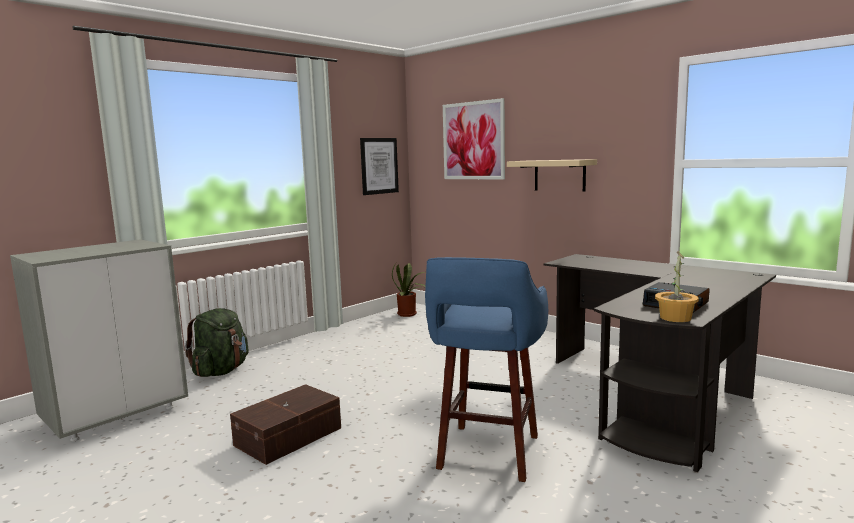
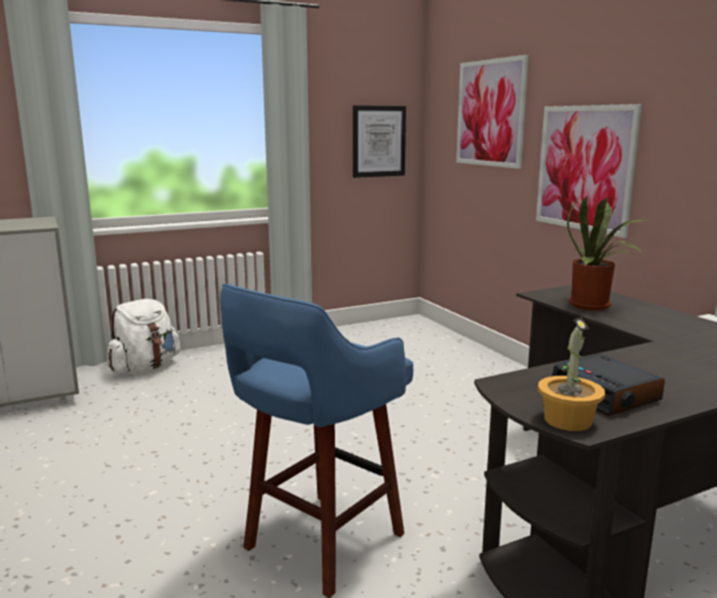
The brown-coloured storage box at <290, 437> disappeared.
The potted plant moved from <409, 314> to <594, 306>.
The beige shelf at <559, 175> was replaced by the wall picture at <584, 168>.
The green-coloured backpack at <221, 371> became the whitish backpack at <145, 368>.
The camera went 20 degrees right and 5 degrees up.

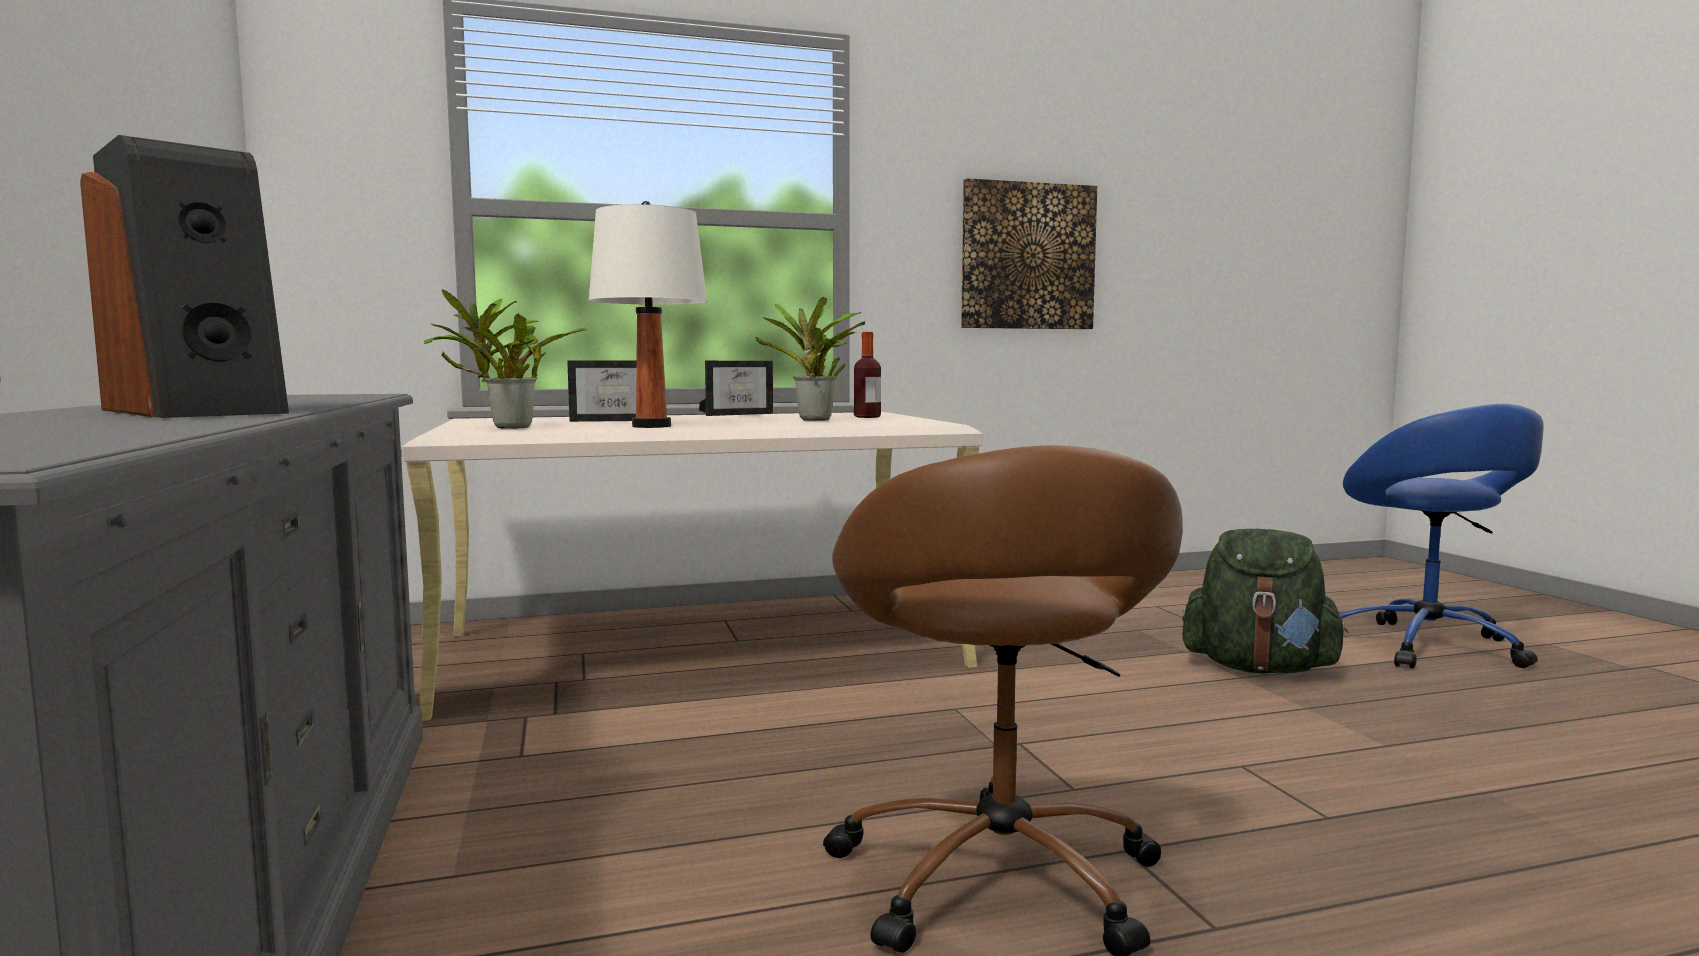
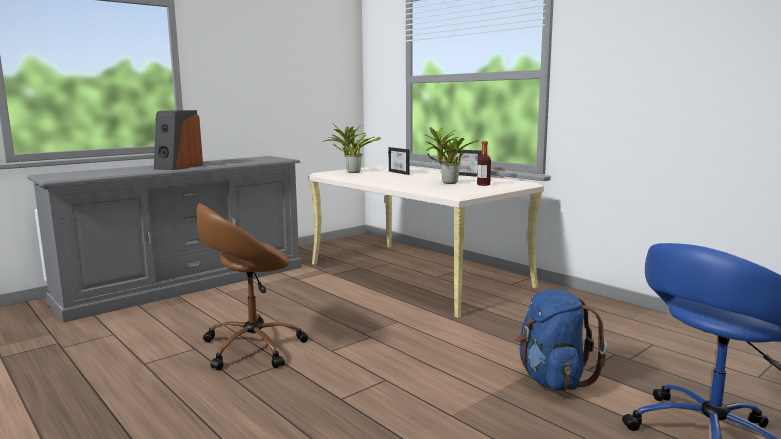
The whitish table lamp at <651, 426> disappeared.
The wall picture at <1027, 256> disappeared.
The green-coloured backpack at <1259, 668> became the blue-coloured backpack at <552, 379>.
The camera went 65 degrees right and 5 degrees up.

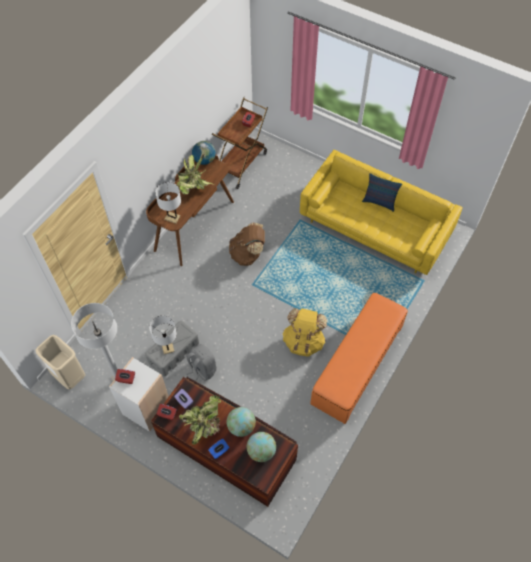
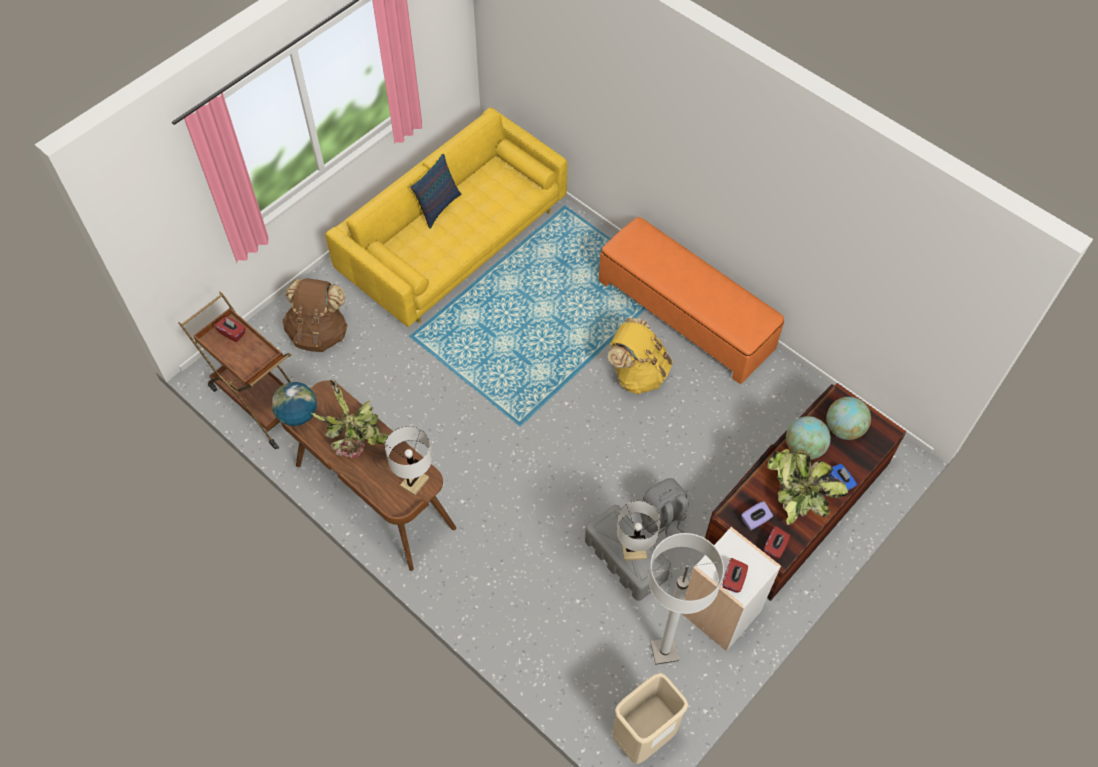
The brown-coloured backpack moved from <248, 254> to <319, 333>.
The camera went 80 degrees left and 0 degrees up.

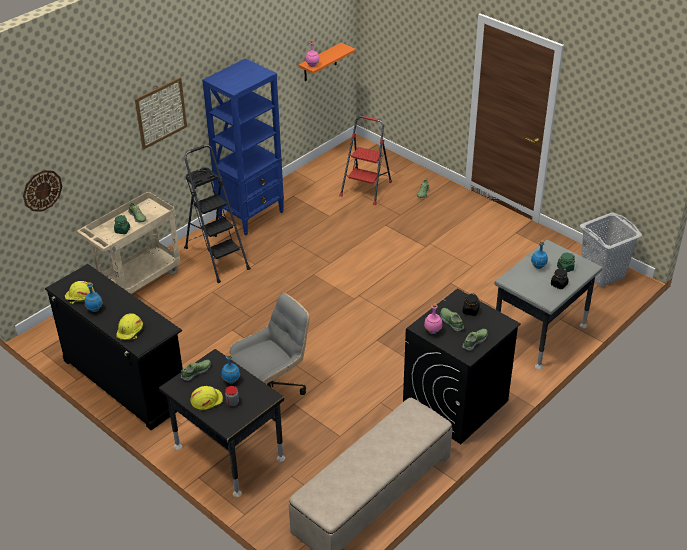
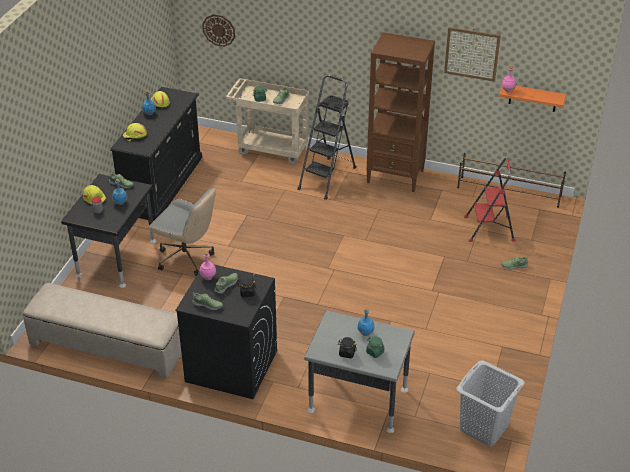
The brown-coloured shoe stand at <509, 192> appeared.
The wall picture moved from <160, 112> to <472, 53>.
The blue-coloured bookcase at <251, 215> became the brown-coloured bookcase at <396, 177>.
The camera went 65 degrees right and 0 degrees up.

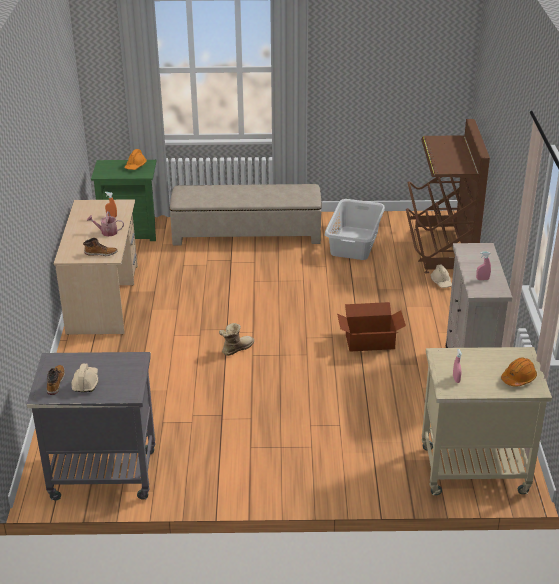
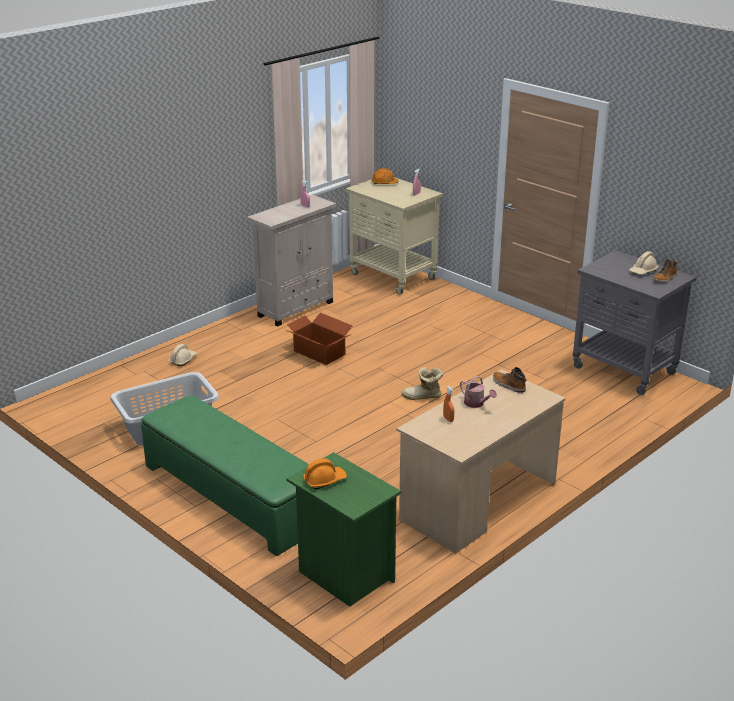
The brown-coloured shoe stand at <439, 250> disappeared.
The beige indoor bench at <247, 233> became the green-coloured indoor bench at <231, 495>.
The camera went 135 degrees left and 5 degrees down.

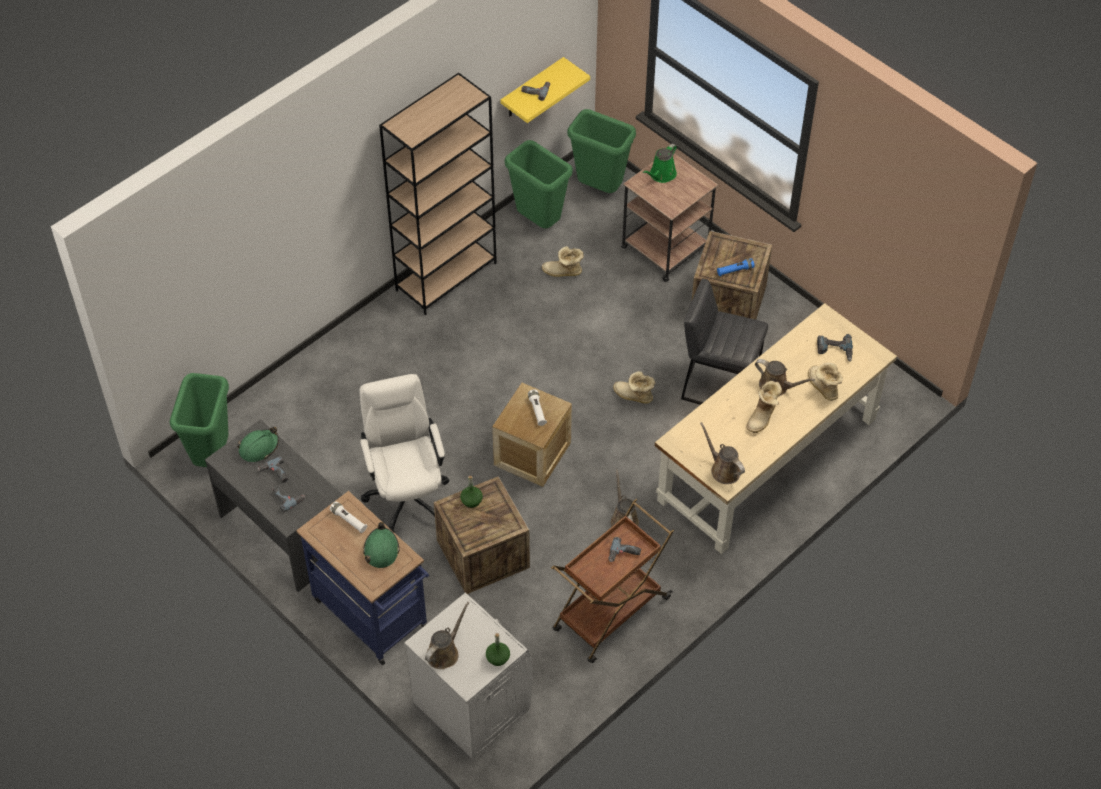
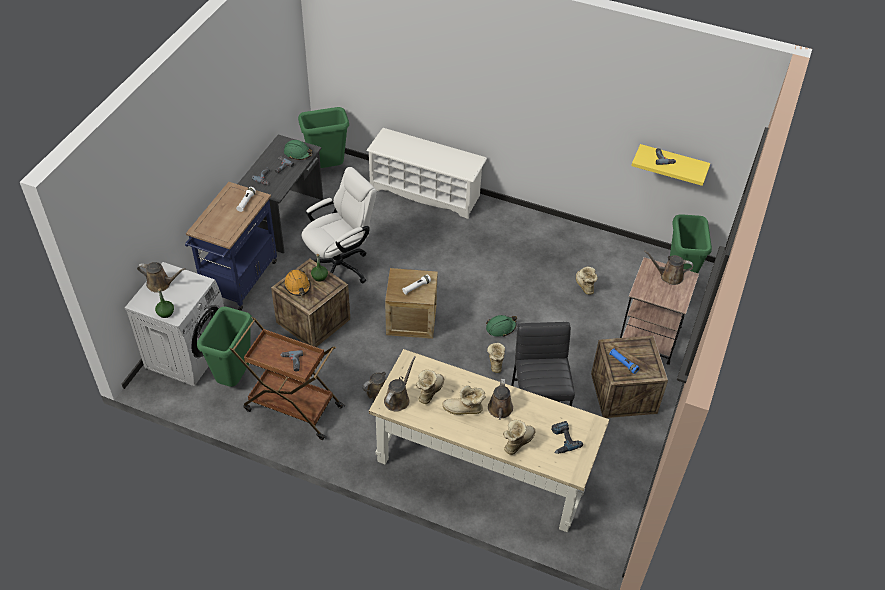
The beige bookcase at <446, 276> disappeared.
The orange-coloured work helmet at <297, 286> appeared.
The whitish shoe stand at <426, 192> appeared.
The boot at <429, 391> appeared.
The green-coloured work helmet moved from <381, 550> to <500, 328>.
The green-coloured rubbish bin moved from <537, 222> to <234, 377>.
The green-coloured watering pot at <661, 175> became the brown-coloured watering pot at <669, 276>.
The camera went 65 degrees right and 5 degrees down.

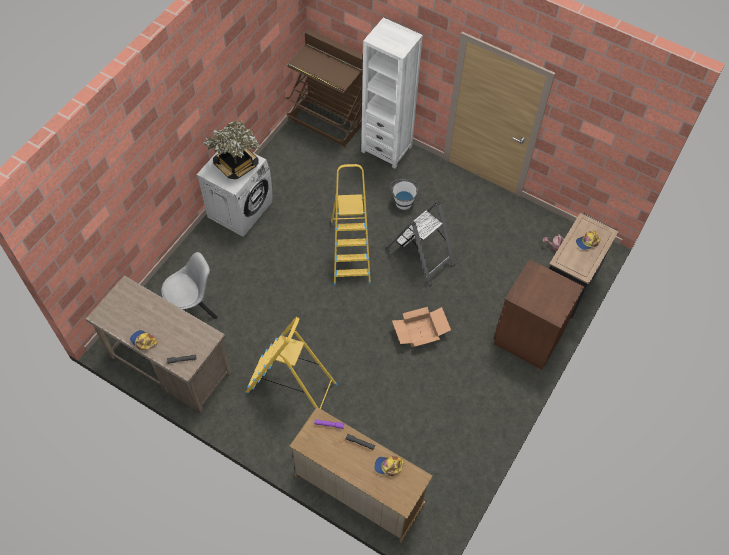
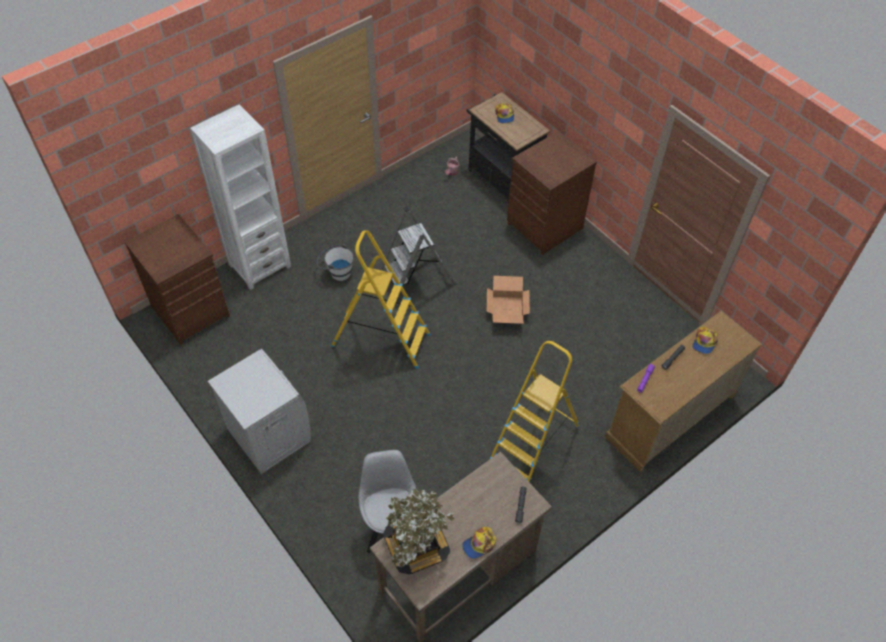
The potted plant moved from <236, 165> to <417, 546>.
The brown-coloured shoe stand at <326, 125> was replaced by the brown-coloured chest of drawers at <191, 311>.
The camera went 70 degrees left and 5 degrees down.

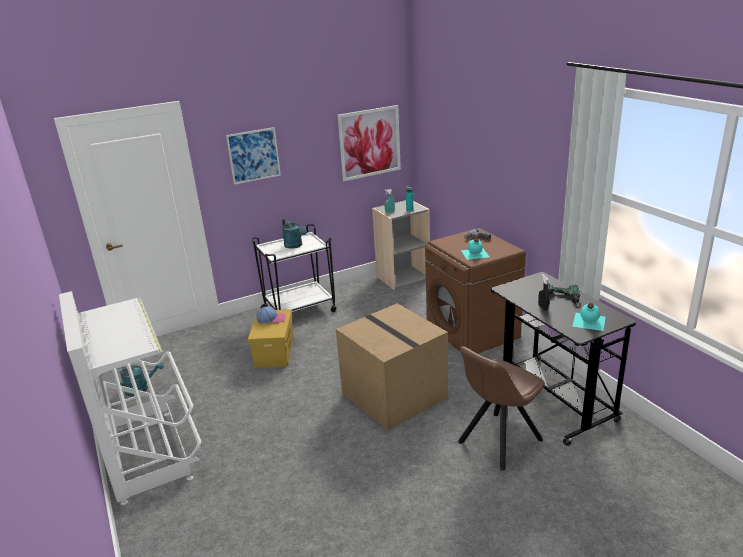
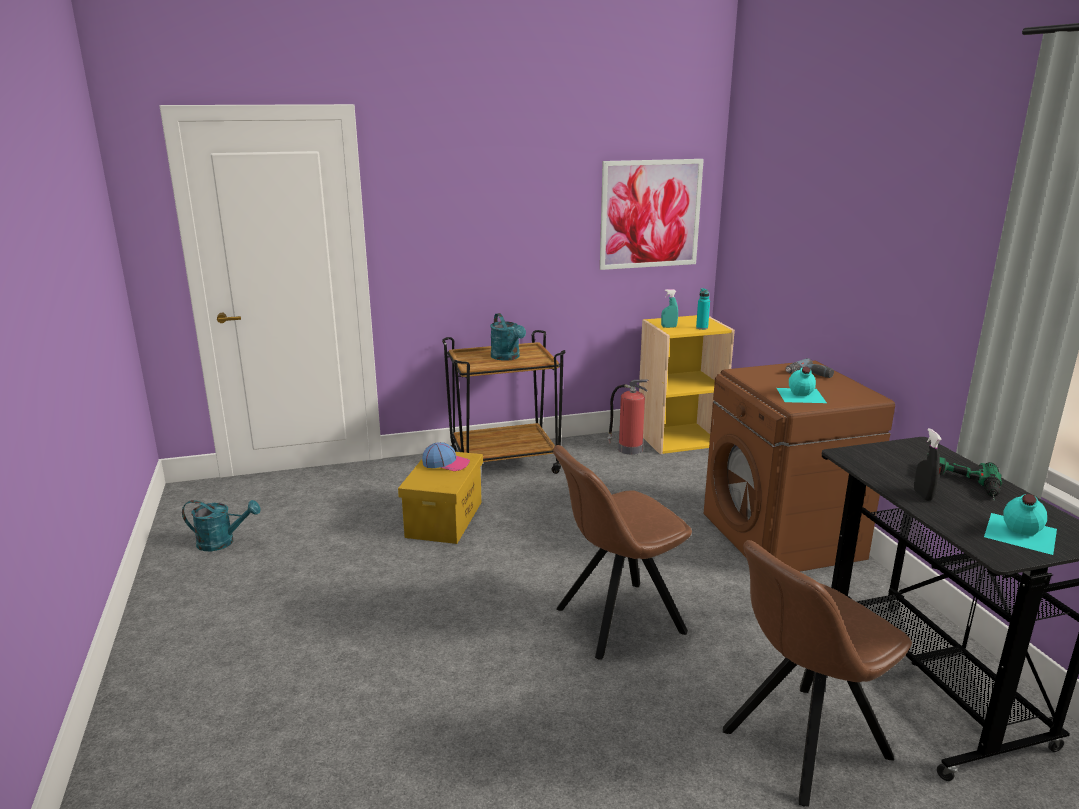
The whitish shoe stand at <152, 452> disappeared.
The wall picture at <254, 155> disappeared.
The fire extinguisher at <629, 449> appeared.
The packing box at <392, 395> was replaced by the brown-coloured upright chair at <618, 620>.
The whitish wheeled cart at <300, 310> became the brown-coloured wheeled cart at <504, 463>.
The greyish bookcase at <403, 277> became the yellowish bookcase at <680, 438>.
The camera went 10 degrees right and 5 degrees down.

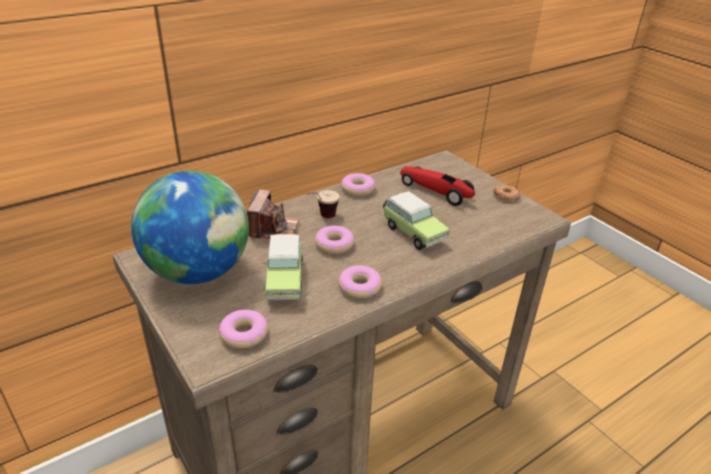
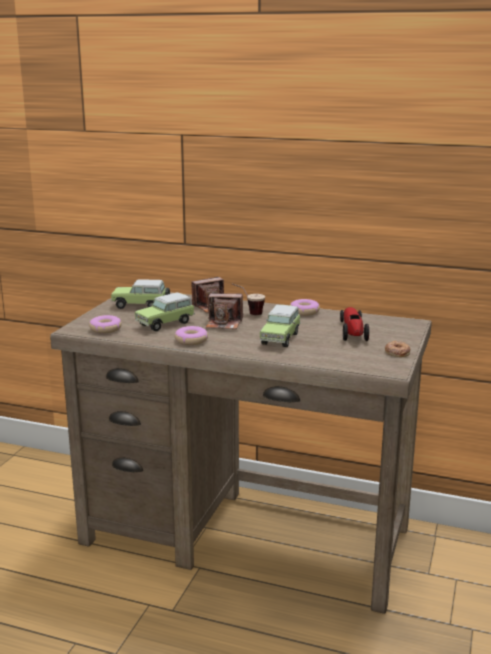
The desk globe at <198, 271> was replaced by the model car at <141, 305>.
The donut at <334, 245> was replaced by the still camera at <224, 324>.
The camera went 55 degrees right and 15 degrees down.

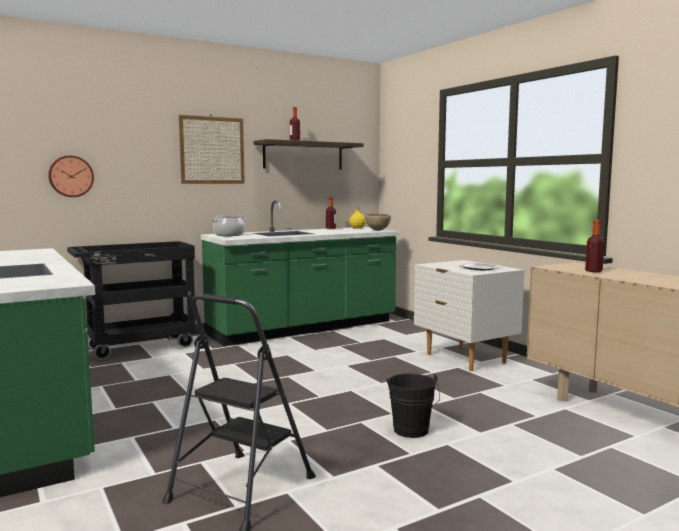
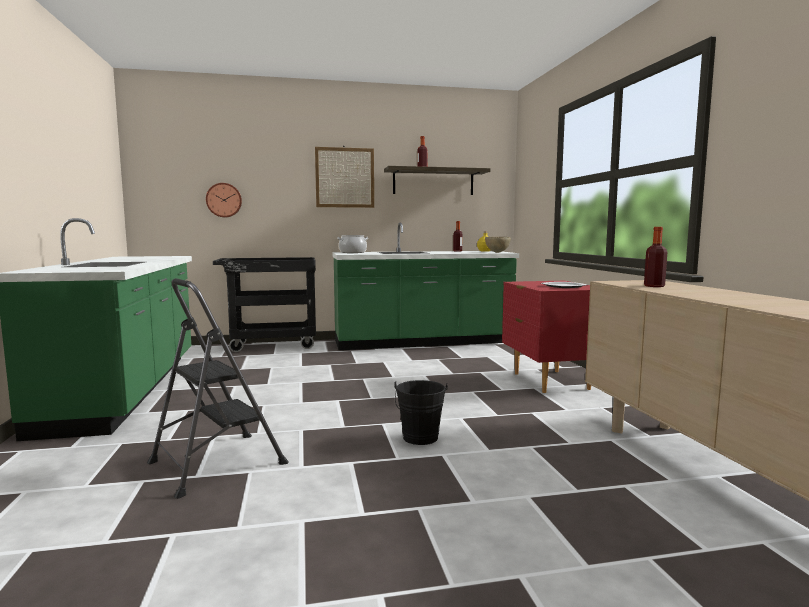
The whitish bedside table at <465, 359> became the reddish bedside table at <549, 381>.
The camera went 20 degrees right and 0 degrees up.

